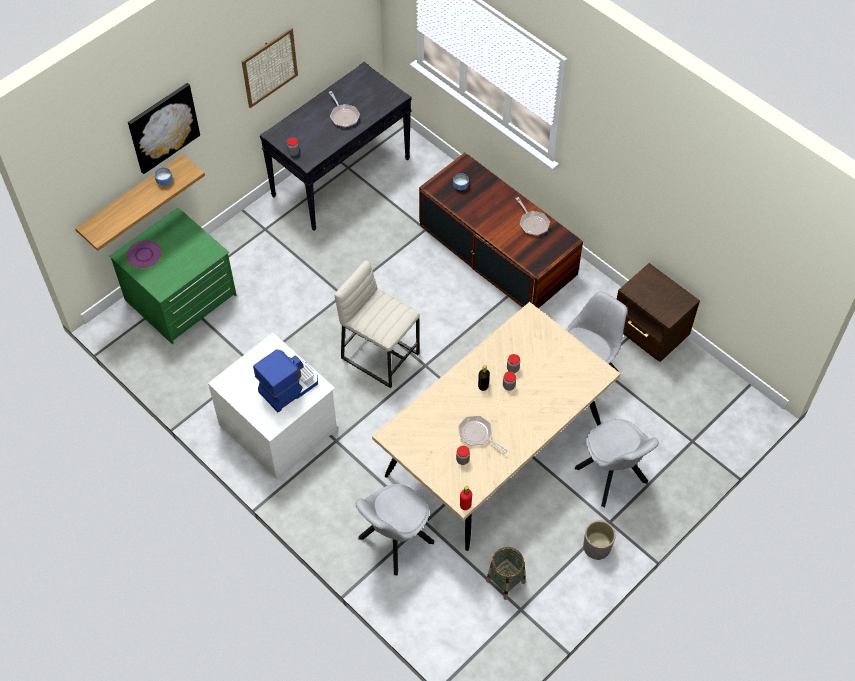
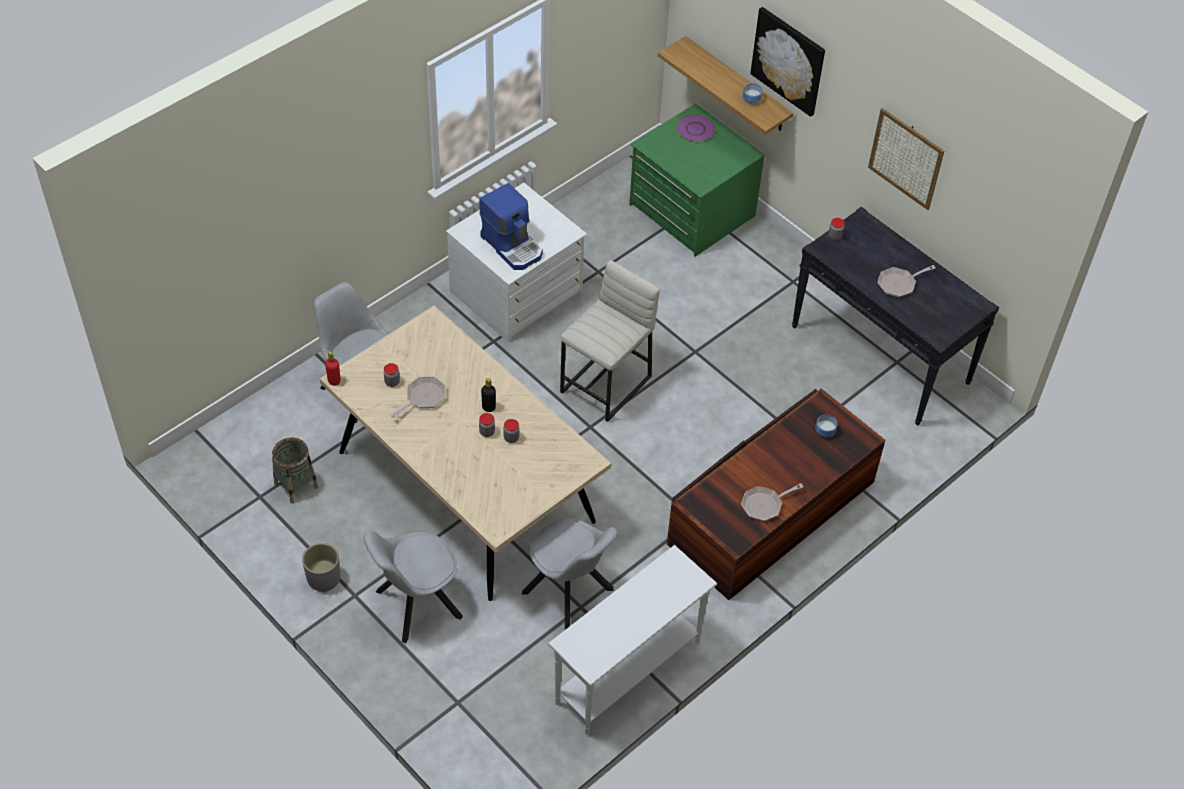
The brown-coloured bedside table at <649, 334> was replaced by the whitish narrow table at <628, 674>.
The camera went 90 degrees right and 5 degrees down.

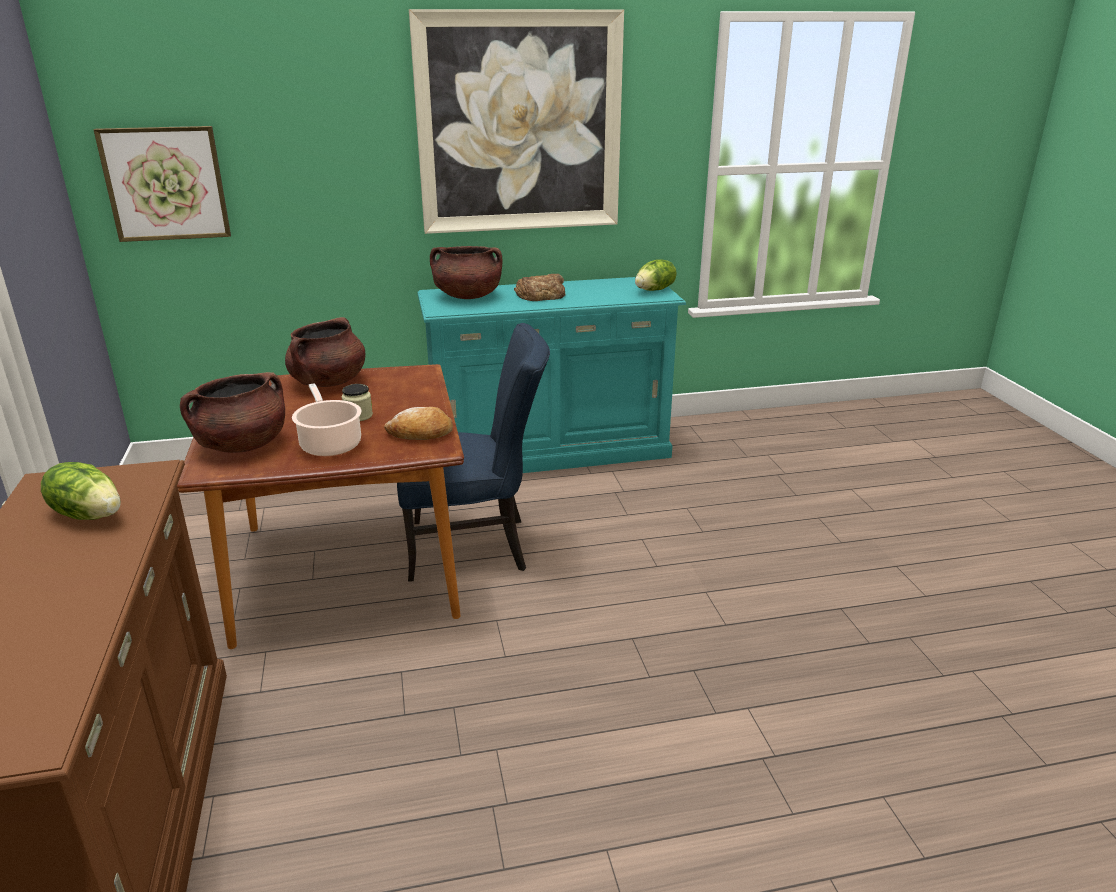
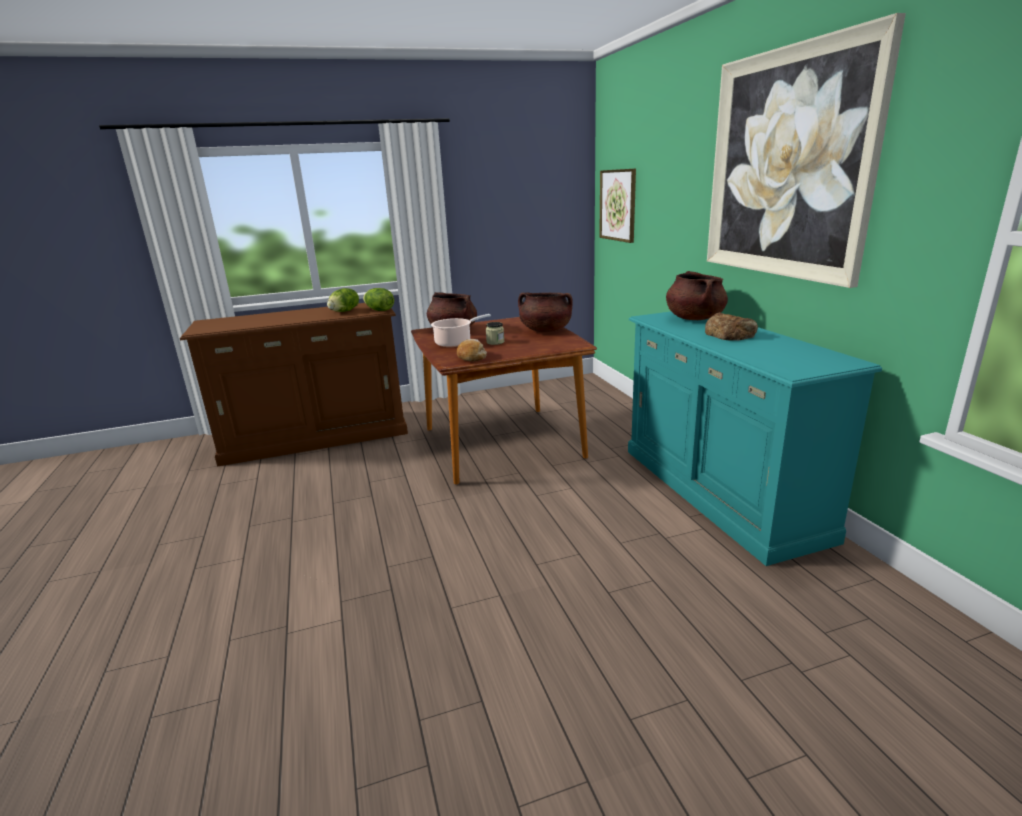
The blue-coloured upright chair at <476, 546> disappeared.
The head of lettuce moved from <655, 290> to <379, 310>.
The camera went 85 degrees right and 5 degrees down.

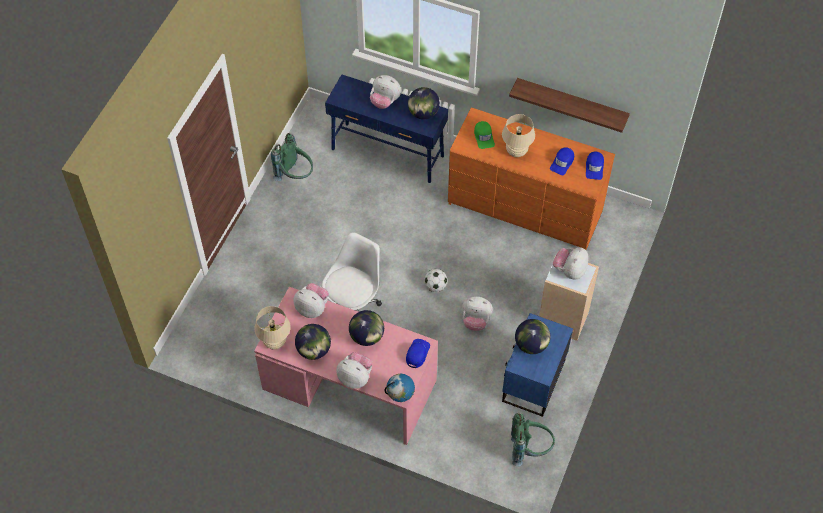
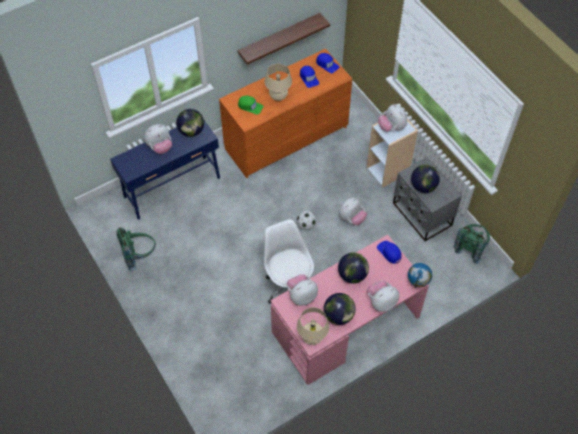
The blue-coloured bedside table at <532, 381> became the greyish bedside table at <421, 215>.
The camera went 55 degrees left and 0 degrees up.

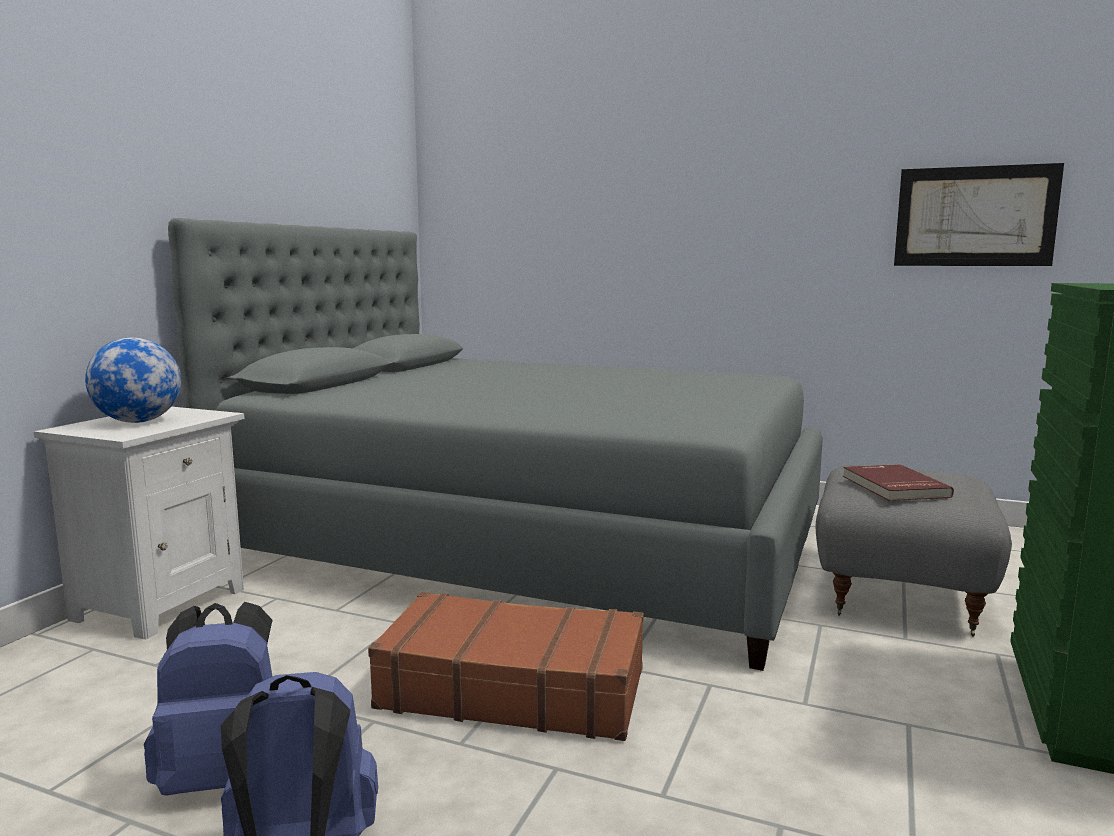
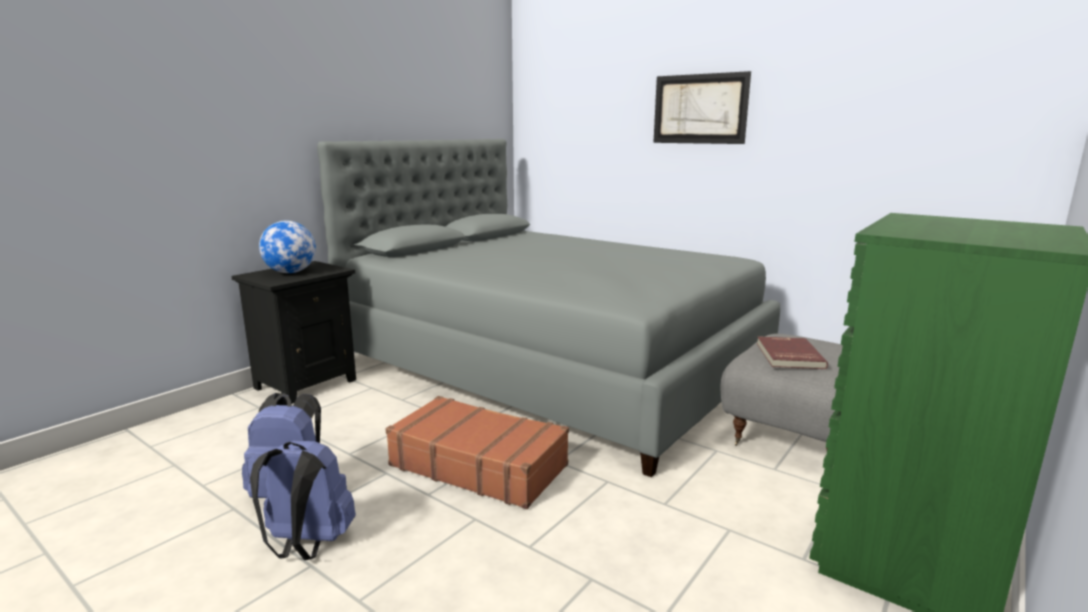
The wall picture moved from <974, 216> to <699, 109>.
The whitish bedside table at <164, 604> became the blackish bedside table at <308, 384>.
The camera went 15 degrees right and 5 degrees up.

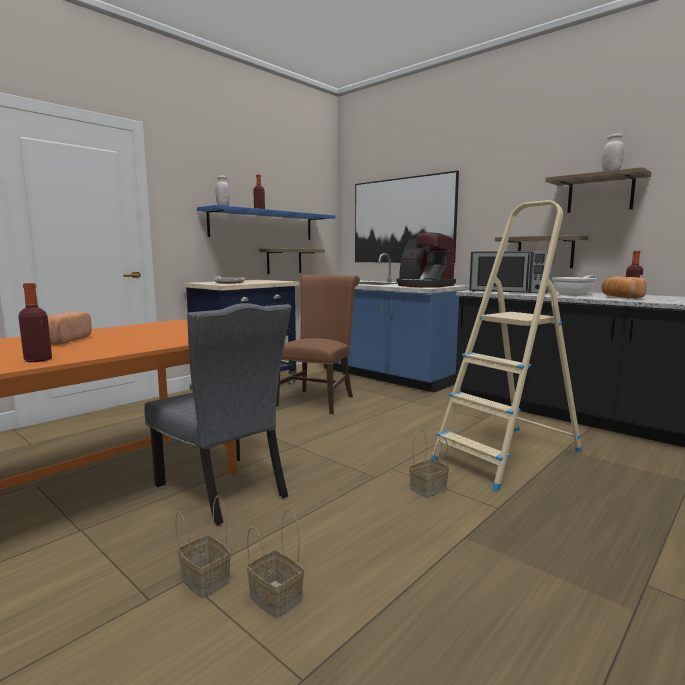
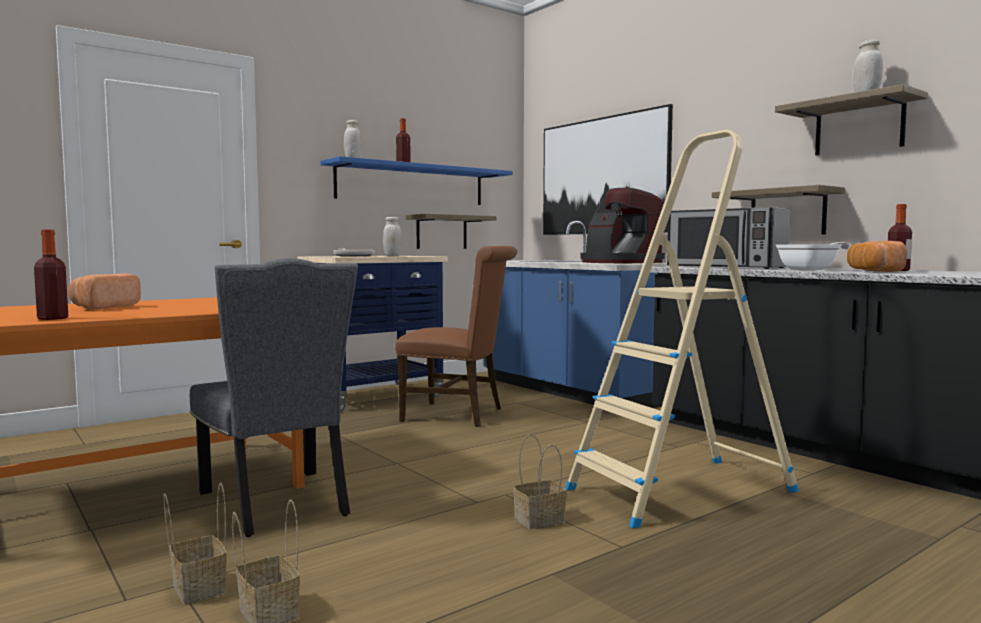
The whitish storage jar at <392, 256> appeared.
The brown-coloured upright chair at <317, 400> turned 75 degrees clockwise.
The camera went 10 degrees right and 5 degrees down.

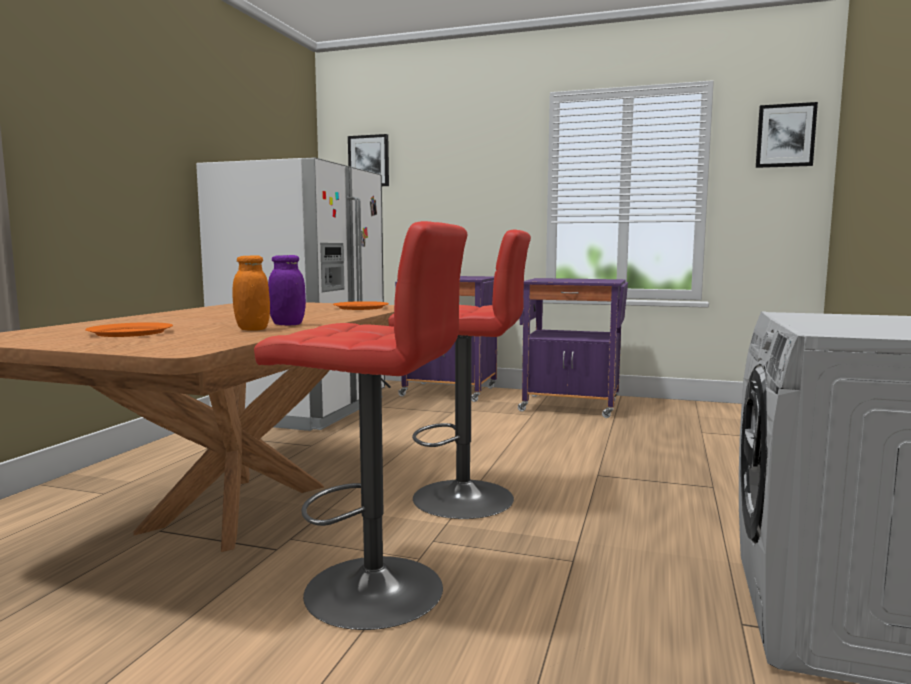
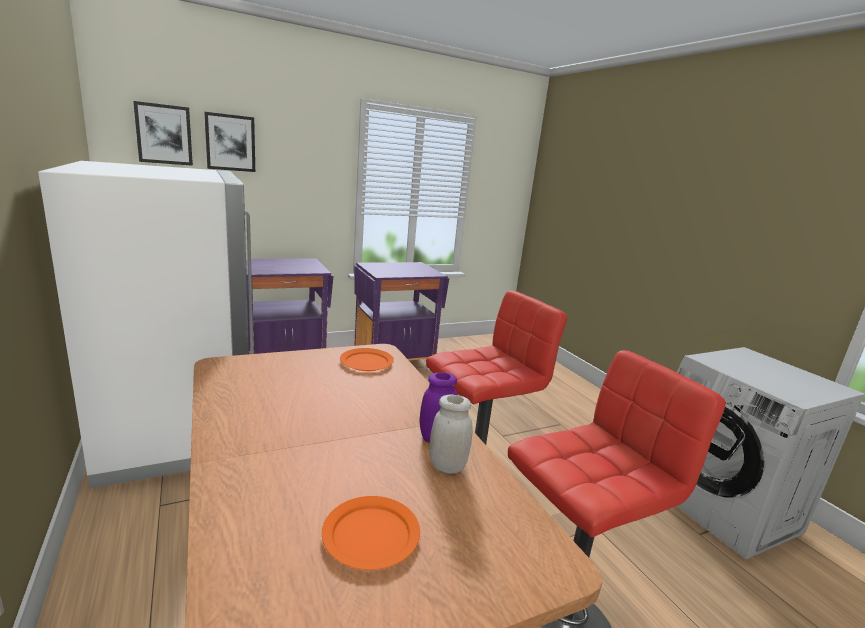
The wall picture moved from <785, 135> to <230, 142>.
The orange-coloured storage jar at <252, 329> became the whitish storage jar at <447, 466>.
The camera went 45 degrees left and 10 degrees up.

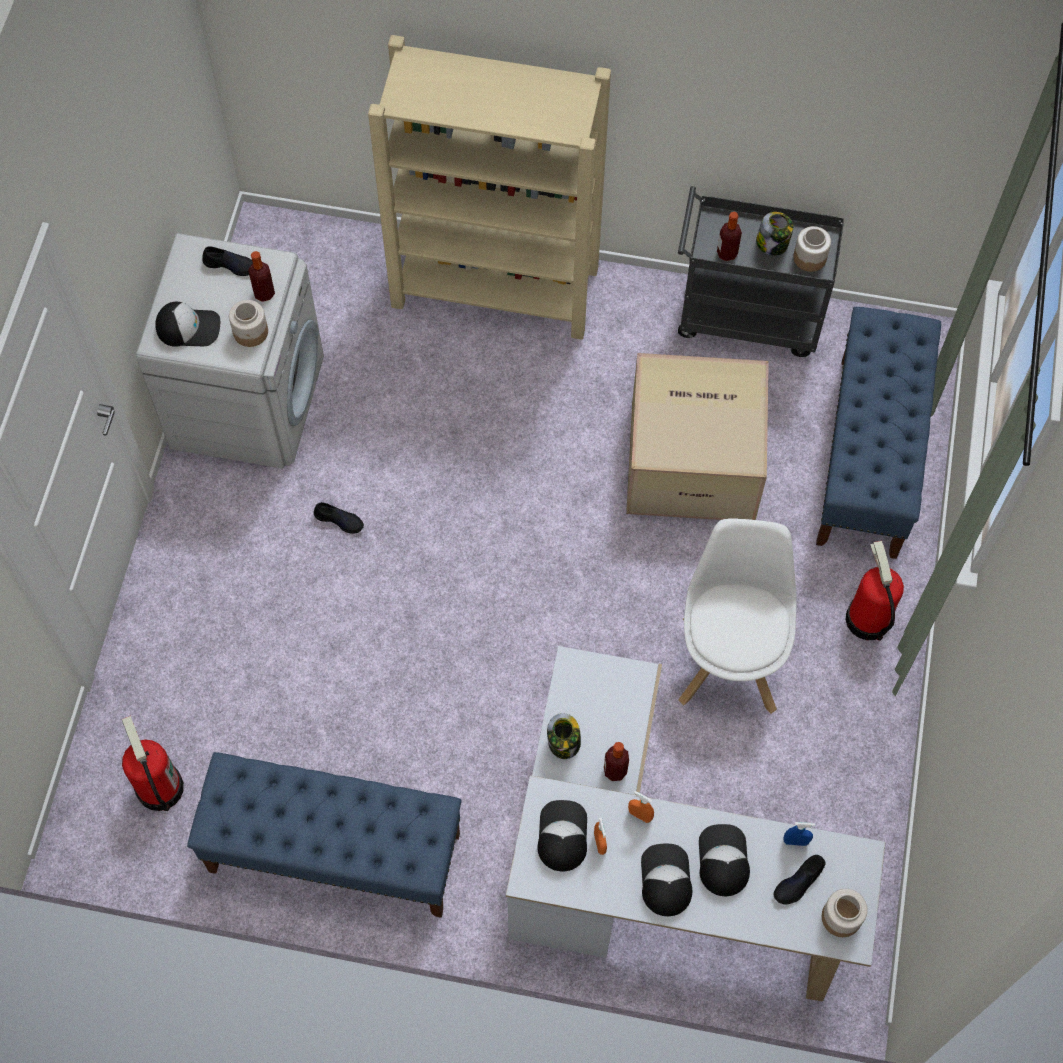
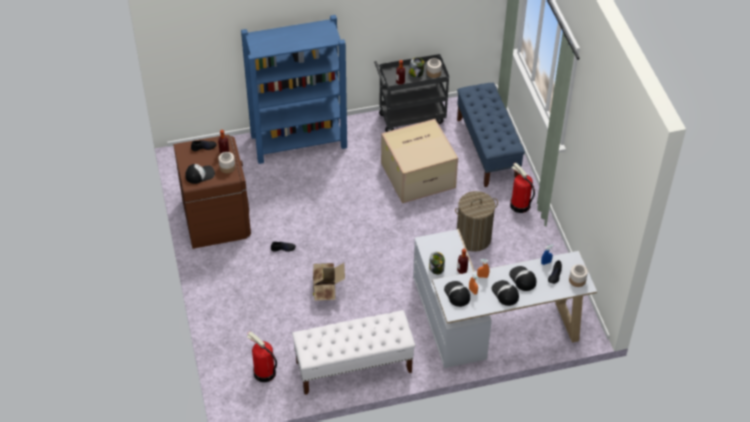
The packing box at <327, 289> appeared.
The whitish upright chair at <729, 657> was replaced by the hamper at <473, 238>.
The whitish laundry machine at <250, 398> became the brown-coloured laundry machine at <217, 218>.
The blue-coloured indoor bench at <334, 852> became the whitish indoor bench at <353, 367>.
The beige bookcase at <495, 287> became the blue-coloured bookcase at <299, 141>.
The camera went 25 degrees left and 15 degrees down.

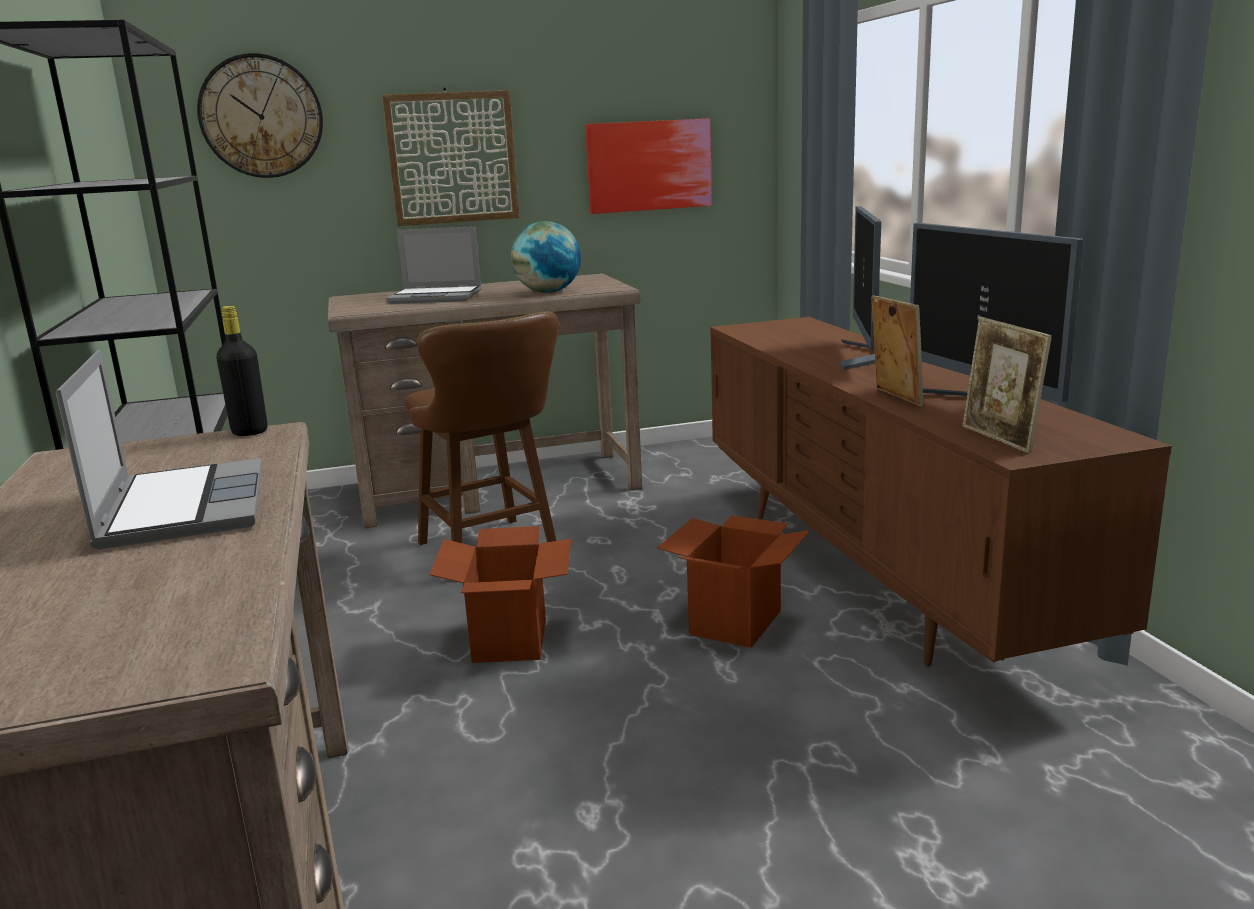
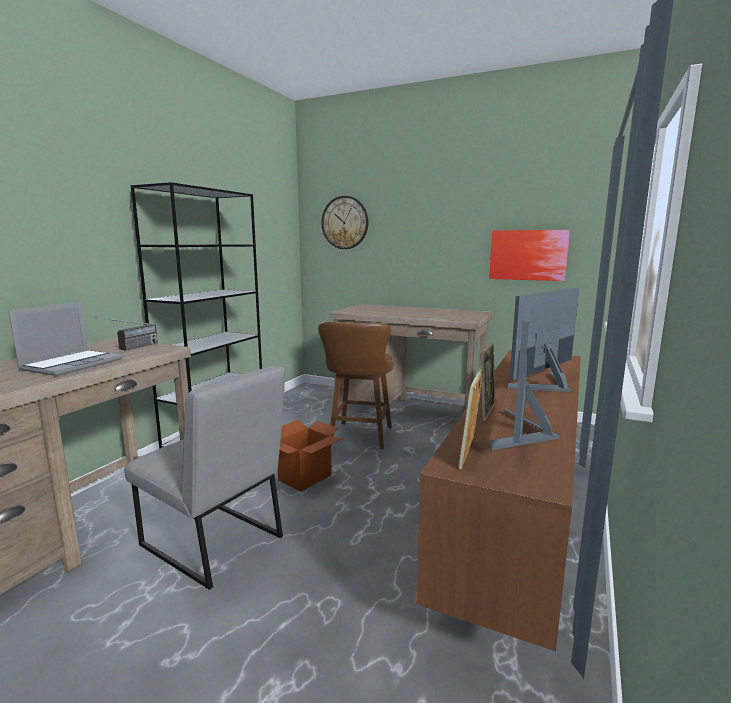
The blackish drink bottle at <249, 432> disappeared.
The wall picture at <452, 156> disappeared.
The portable computer at <437, 297> disappeared.
The desk globe at <548, 292> disappeared.
The packing box at <735, 622> disappeared.
The radio receiver at <131, 348> appeared.
The greyish upright chair at <214, 543> appeared.
The camera went 40 degrees right and 5 degrees down.

